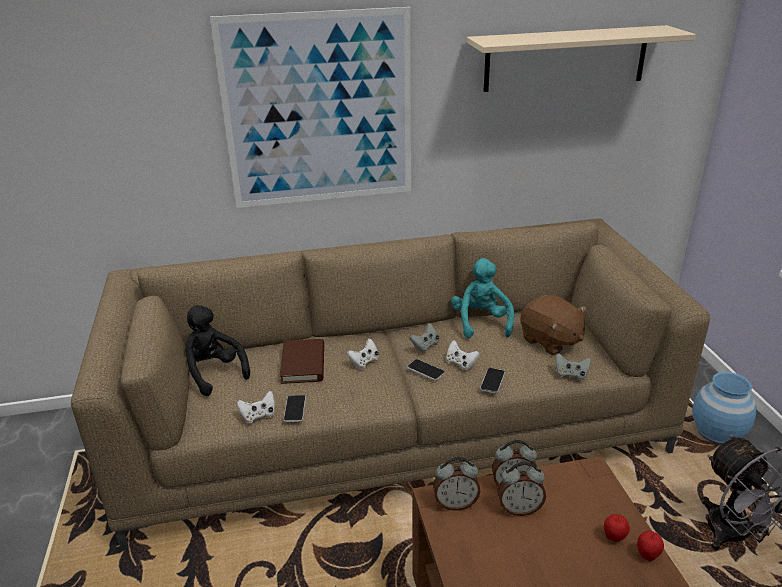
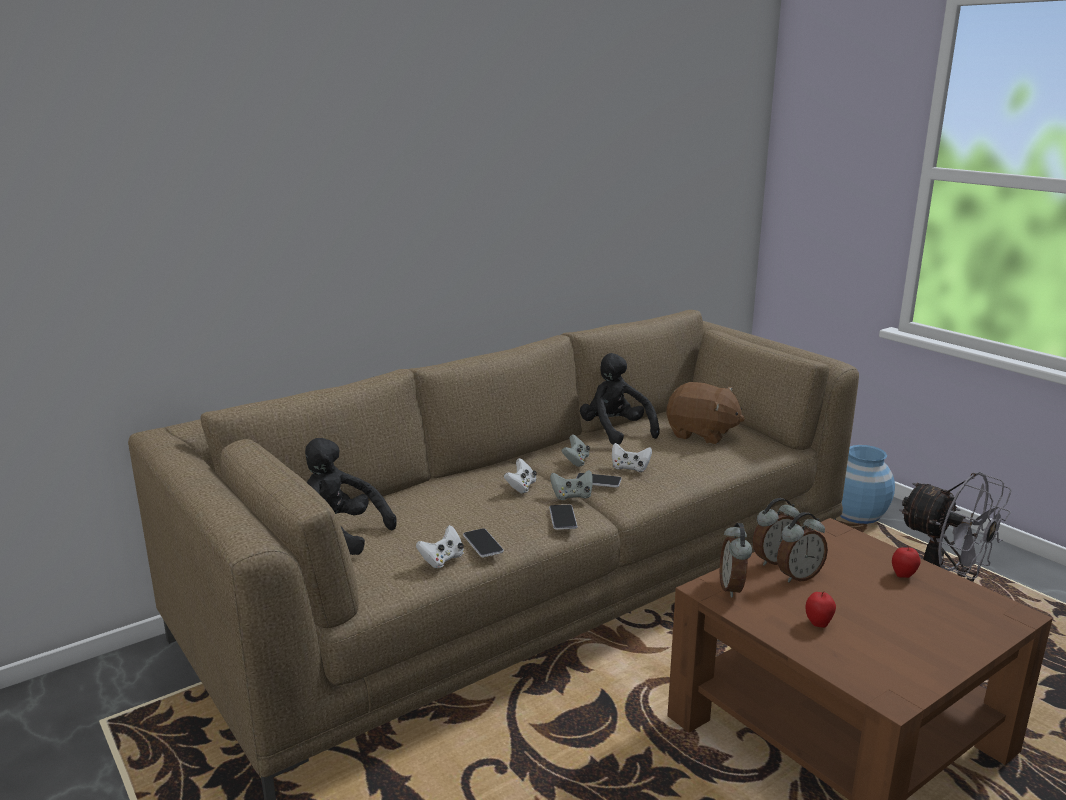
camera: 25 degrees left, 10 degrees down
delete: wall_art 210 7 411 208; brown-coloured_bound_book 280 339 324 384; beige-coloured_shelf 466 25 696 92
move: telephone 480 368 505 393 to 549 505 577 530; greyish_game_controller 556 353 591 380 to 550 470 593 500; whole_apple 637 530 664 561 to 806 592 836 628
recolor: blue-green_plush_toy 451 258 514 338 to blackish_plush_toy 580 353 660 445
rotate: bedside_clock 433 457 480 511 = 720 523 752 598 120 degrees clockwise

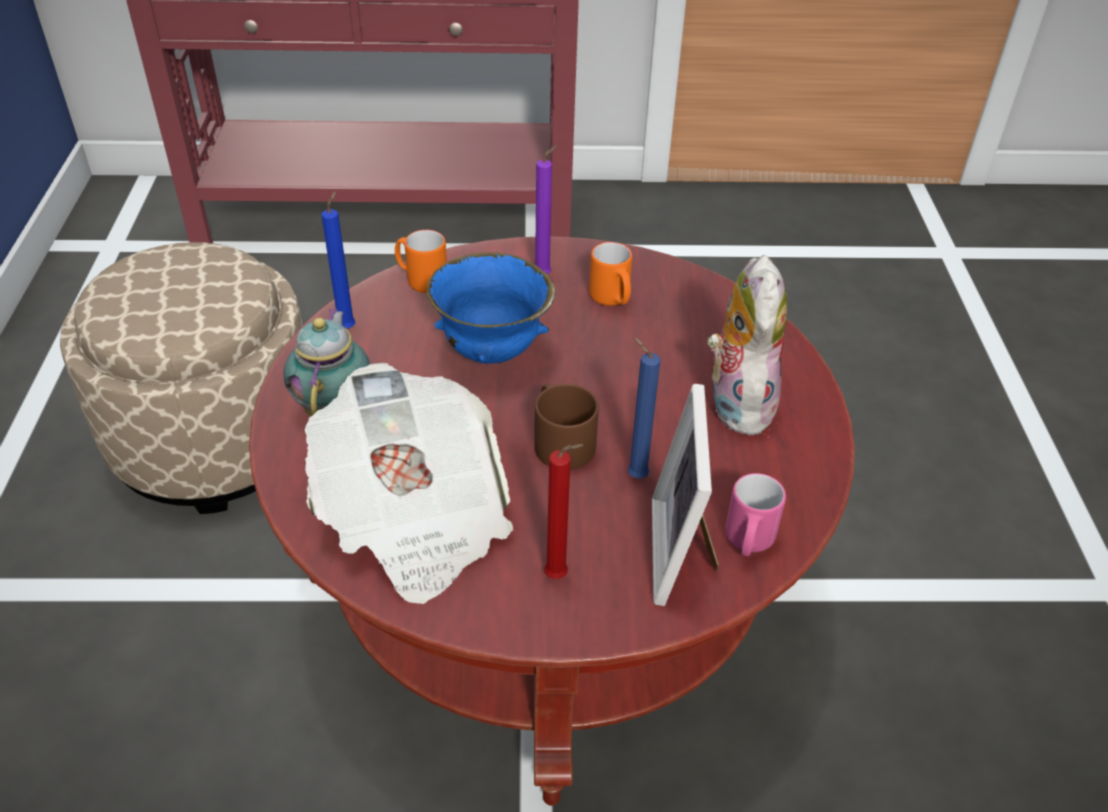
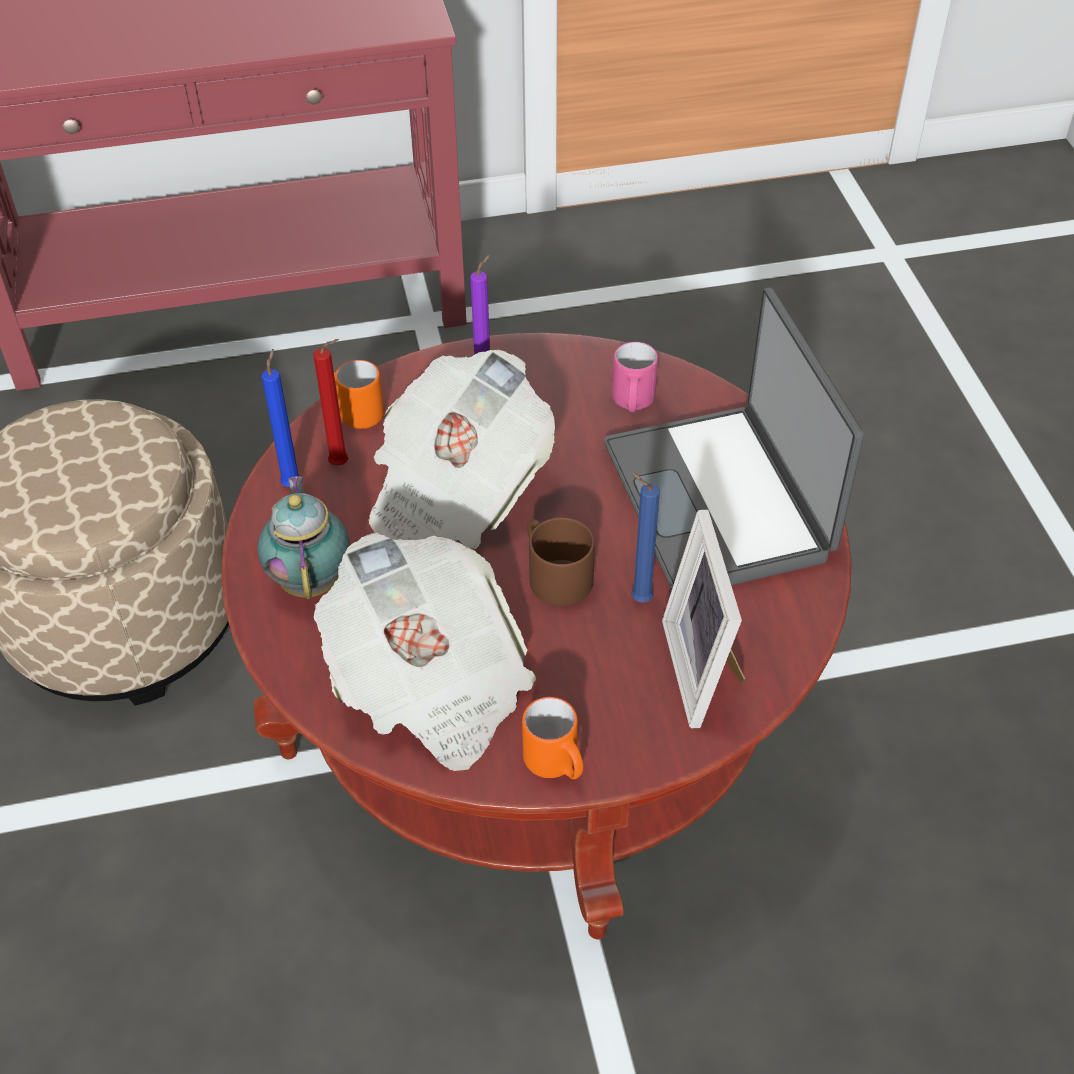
camera: 10 degrees left, 5 degrees up
move: red-coloured_wax_candle 544 444 583 579 to 313 339 348 466; orange_coffee_mug 589 242 632 306 to 522 697 583 779; pink-coloured_coffee_mug 725 473 786 556 to 612 342 658 412
replace: blue-coloured_bowl 426 252 556 364 to daily_paper 368 350 555 549; plush_toy 707 255 787 436 to notebook_computer 604 287 864 590

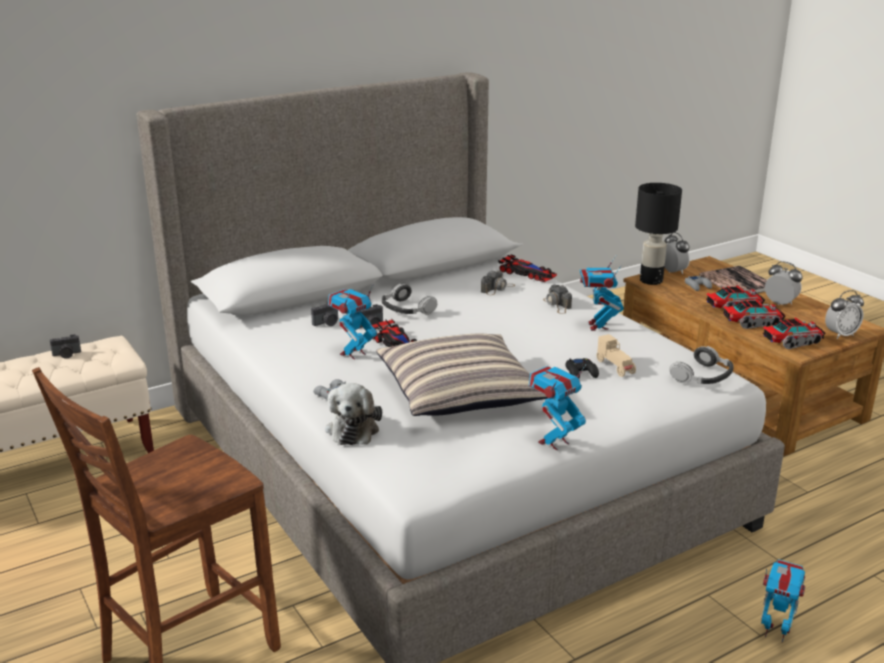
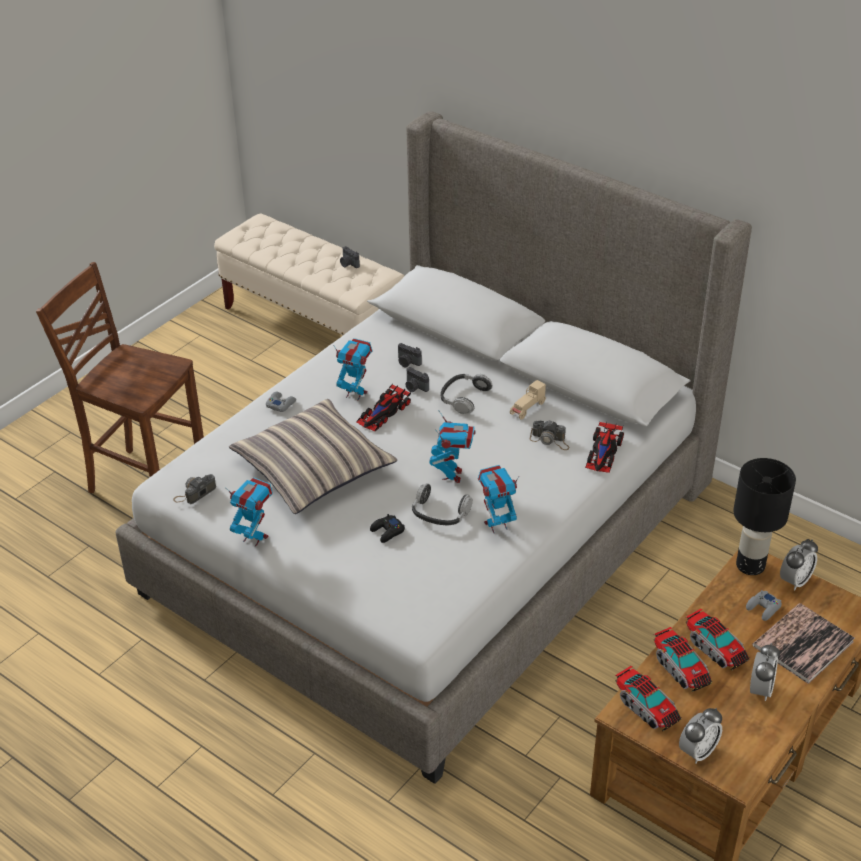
camera: 70 degrees right, 15 degrees up
delete: plush_toy 325 383 382 445
move: photo_camera 543 284 572 314 to 173 474 216 504; beige-coloured_toy_car 597 334 636 377 to 510 380 546 419; headset 669 346 734 384 to 412 483 473 525; model_robot 761 559 805 643 to 429 410 476 483
rotate: bedside_clock 825 290 864 339 = 679 708 722 764 90 degrees counterclockwise

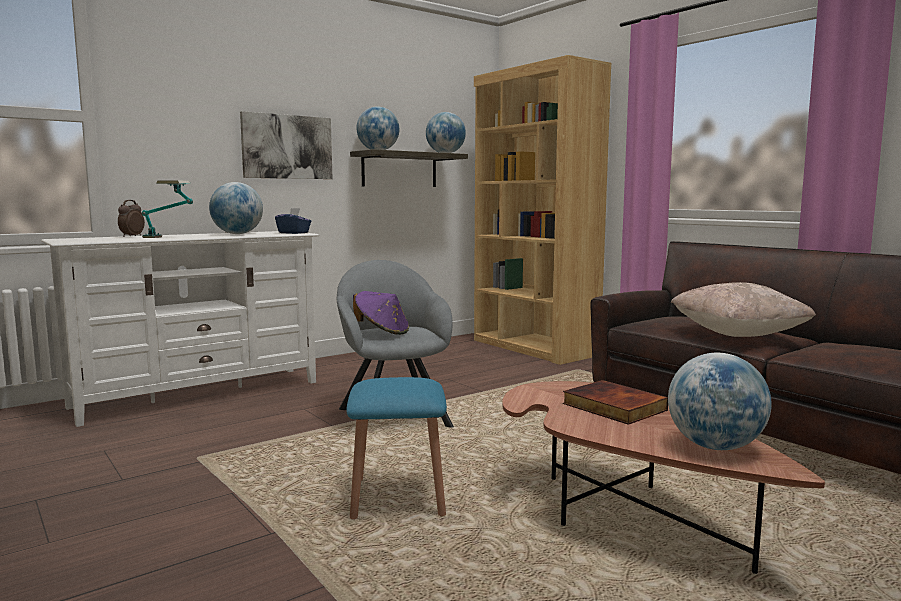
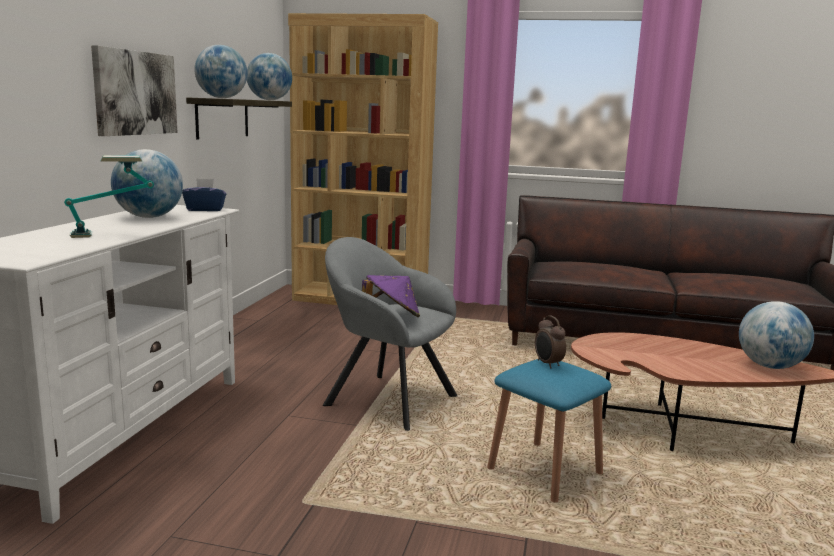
camera: 40 degrees left, 5 degrees up
delete: bound_book 563 380 668 425; beige-coloured_cushion 670 282 816 337
move: bedside_clock 118 200 145 237 to 535 315 566 368

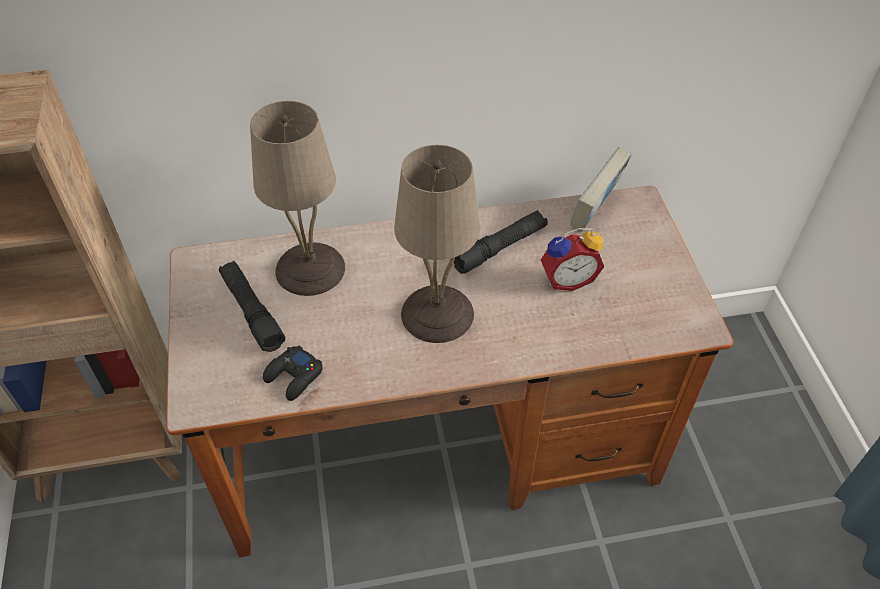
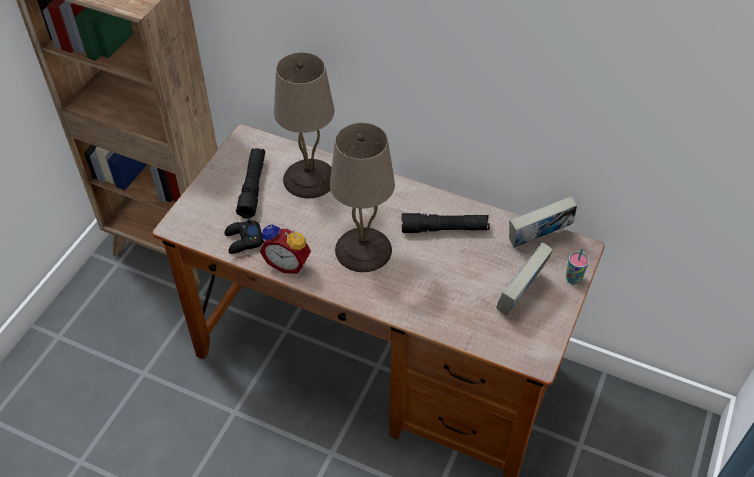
camera: 35 degrees right, 0 degrees up
insert: bound_book 496 242 553 315; cup 566 248 589 285
move: bedside_clock 541 228 604 291 to 259 223 311 274

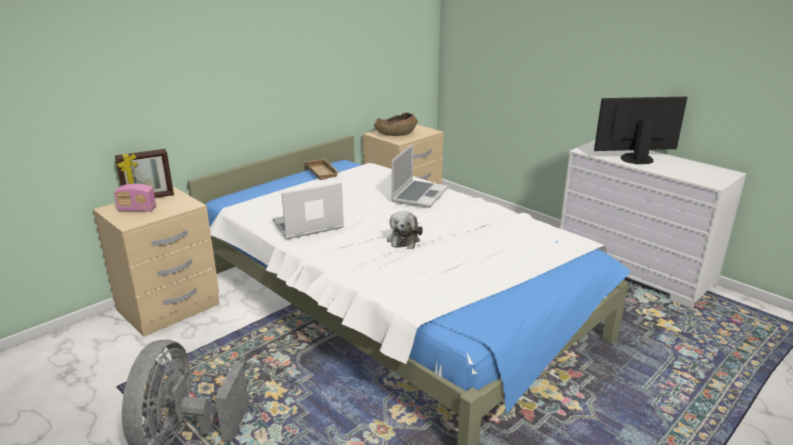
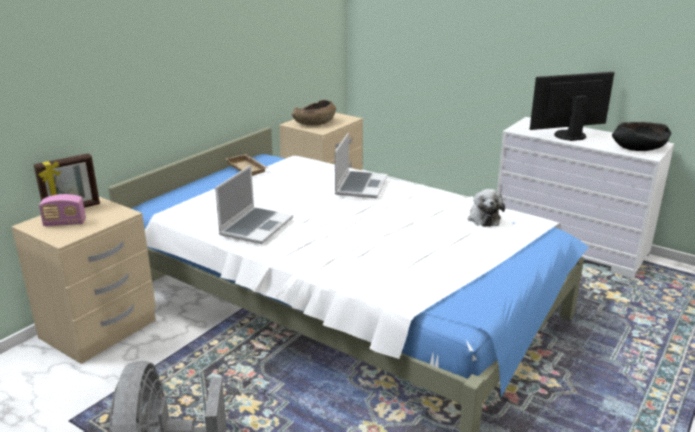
camera: 10 degrees left, 0 degrees up
insert: blackish_bowl 612 122 671 151
move: plush_toy 387 211 423 249 to 468 189 505 227
rotate: notebook_computer 273 182 344 239 = 215 165 293 244 150 degrees clockwise

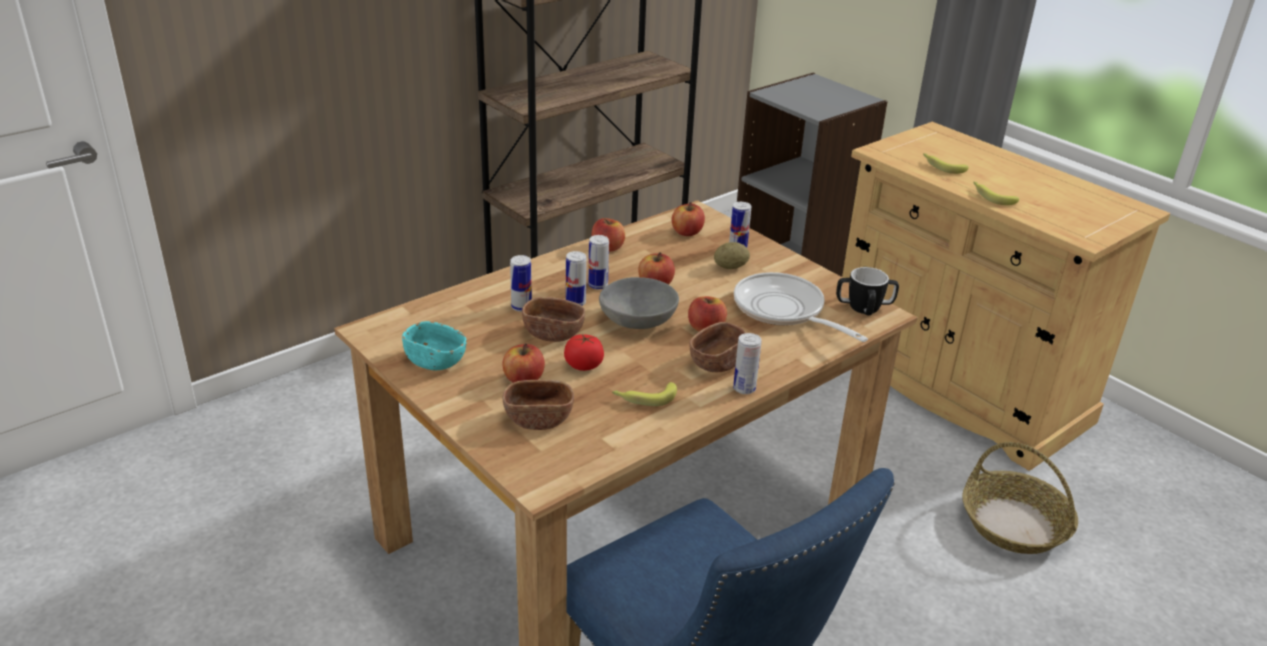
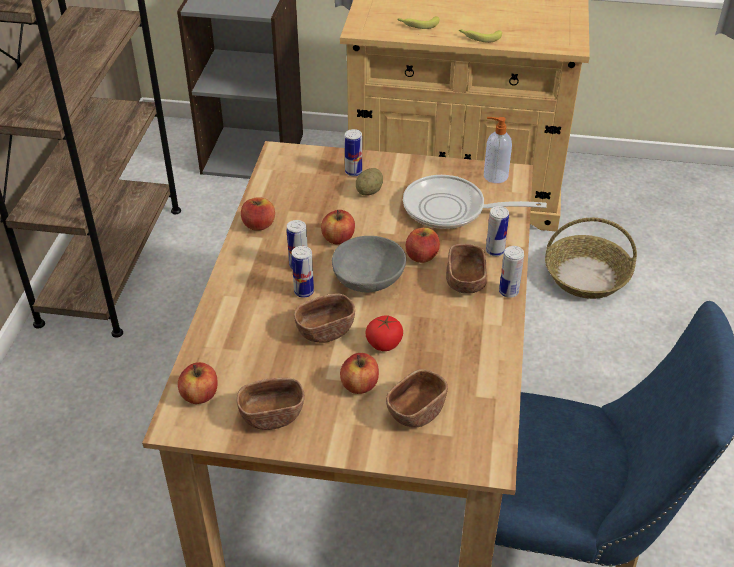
camera: 40 degrees left, 10 degrees up
delete: banana 612 382 677 406
move: can 510 255 532 312 to 486 206 509 256; whole_apple 671 202 705 236 to 178 362 218 404
replace: coffee_mug 836 267 899 316 to liquid_soap_bottle 484 117 512 183
recolor: blue-green_bowl 402 321 467 370 to brown-coloured_bowl 237 377 304 430

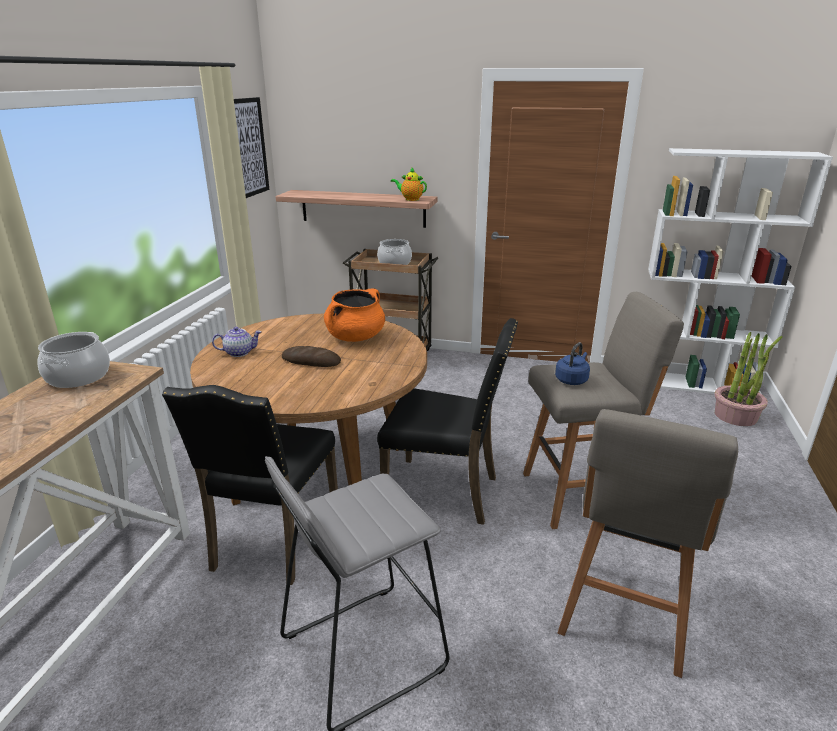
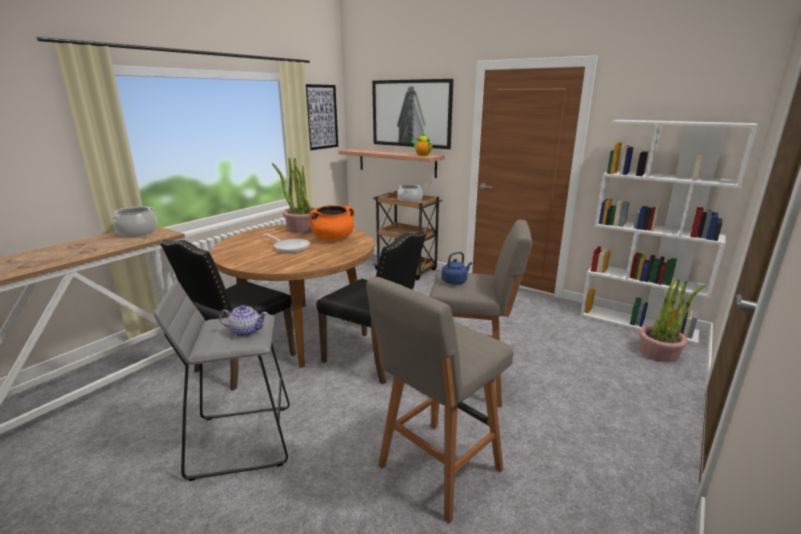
camera: 20 degrees right, 5 degrees down
insert: potted_plant 272 158 316 233; wall_art 372 79 453 149
move: pot_for_tea 212 327 262 357 to 219 305 268 337
replace: bread 282 346 341 367 to skillet 264 233 310 253

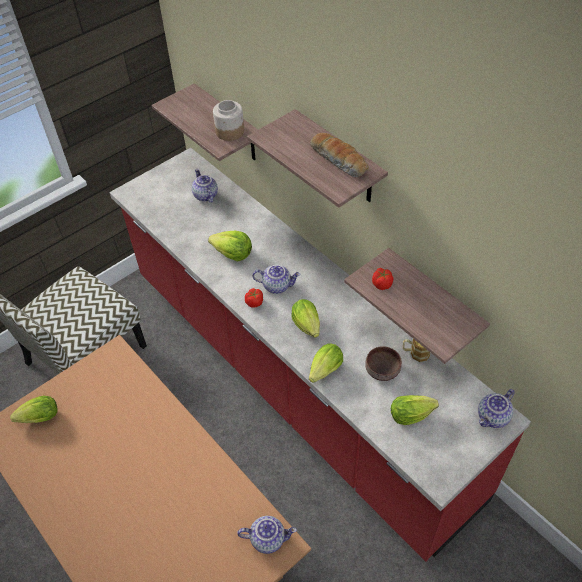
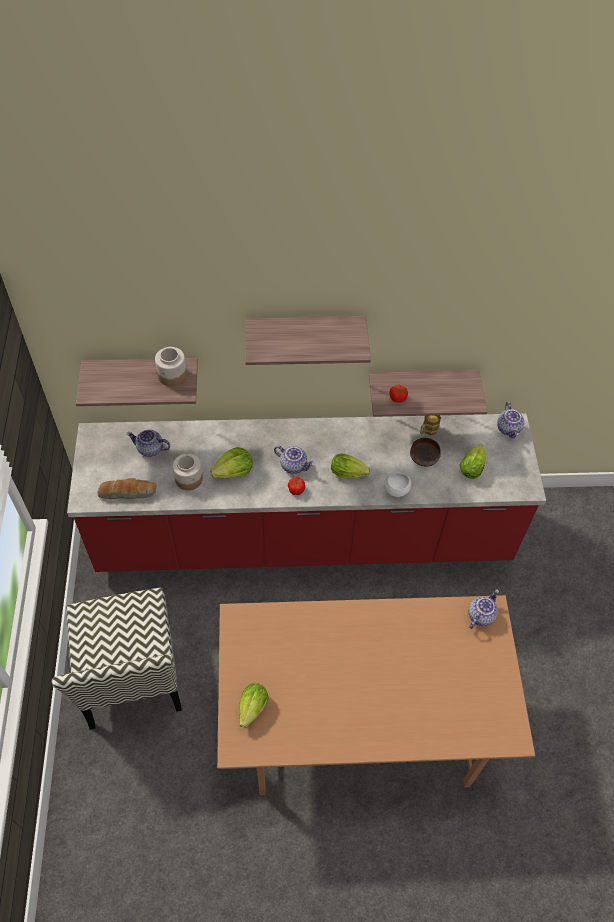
camera: 55 degrees left, 5 degrees up
insert: jar 173 453 203 490
move: bread 310 133 369 178 to 97 478 157 499
replace: lettuce 309 343 343 383 to white_bowl 385 472 411 497
rotate: pot_for_tea 252 265 301 294 = 274 446 314 474 75 degrees clockwise

